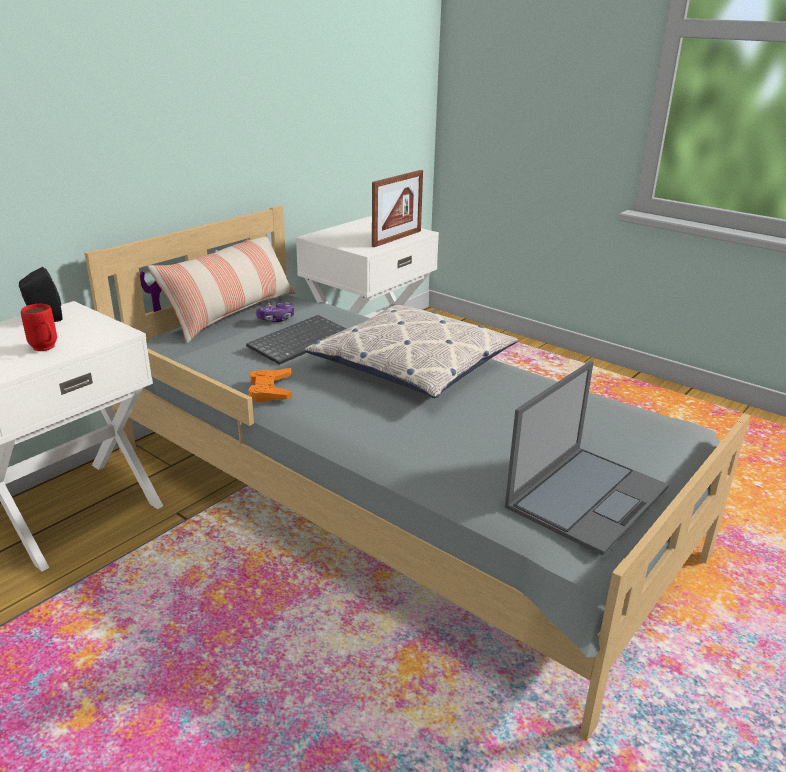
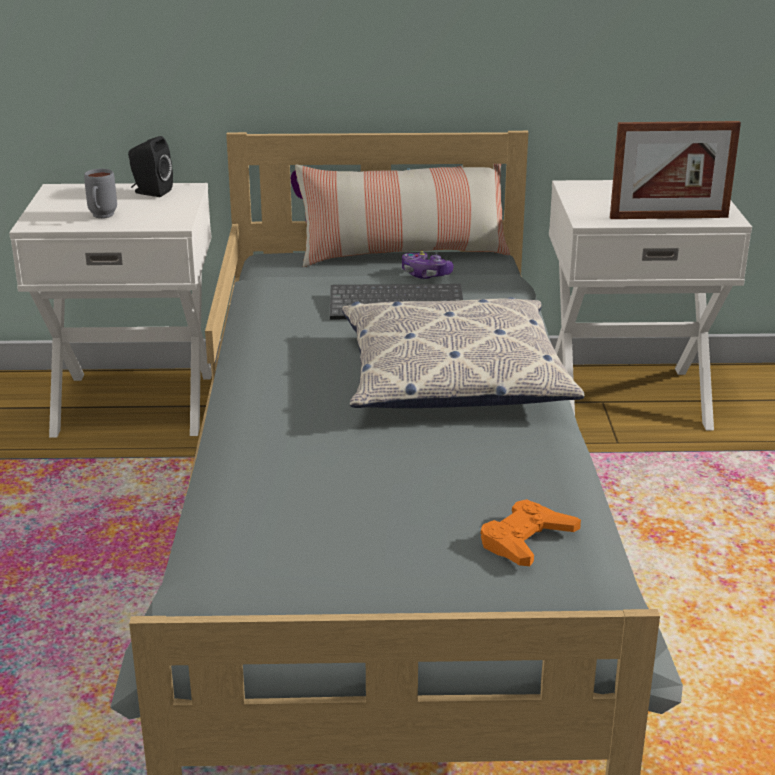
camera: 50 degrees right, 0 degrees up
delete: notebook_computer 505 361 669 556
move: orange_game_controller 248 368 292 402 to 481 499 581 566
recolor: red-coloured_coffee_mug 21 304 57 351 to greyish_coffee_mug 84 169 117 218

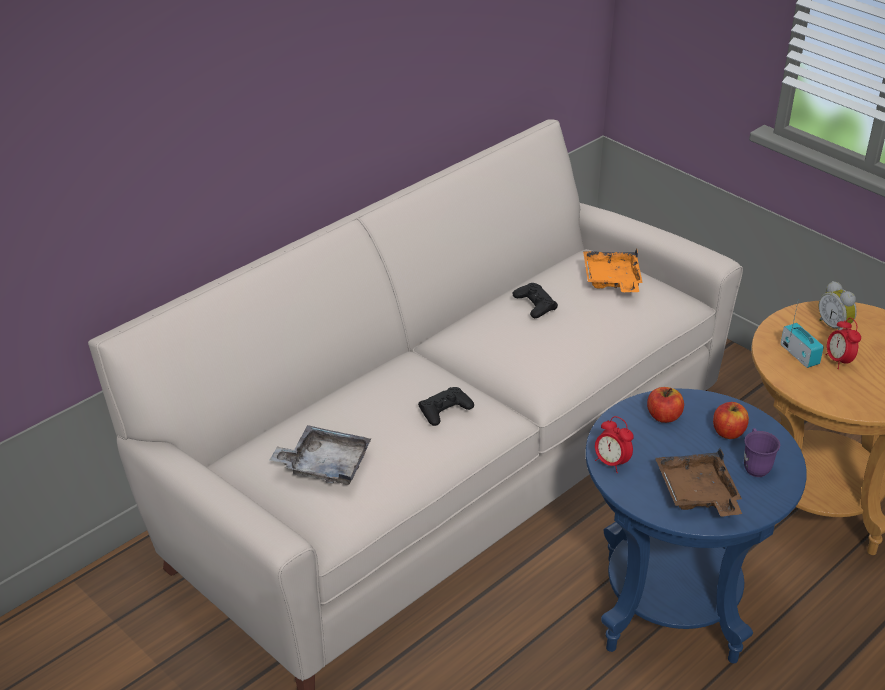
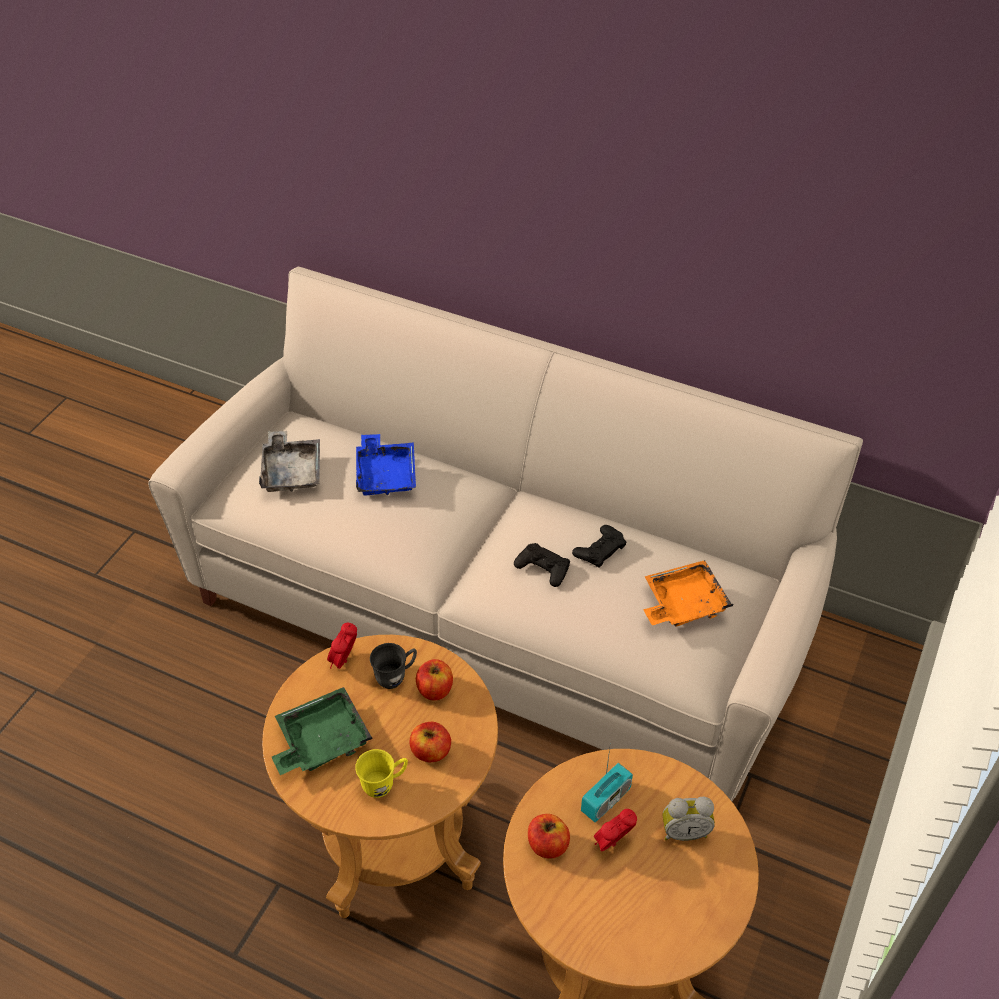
camera: 70 degrees right, 10 degrees up
insert: blue-coloured_carrying_tray 356 434 416 495; greyish_coffee_mug 370 643 417 689; whole_apple 528 814 570 859
move: blackish_game_controller 418 387 474 426 to 514 543 570 587
recolor: blue-coloured_accent_table 586 389 807 663 to brown-coloured_accent_table 262 635 498 918; brown-coloured_carrying_tray 655 448 742 516 to green_carrying_tray 272 687 373 775; purple-coloured_coffee_mug 744 428 780 477 to yellow-coloured_coffee_mug 355 749 408 798
rotate: bedside_clock 819 281 857 330 = 663 797 715 841 135 degrees counterclockwise

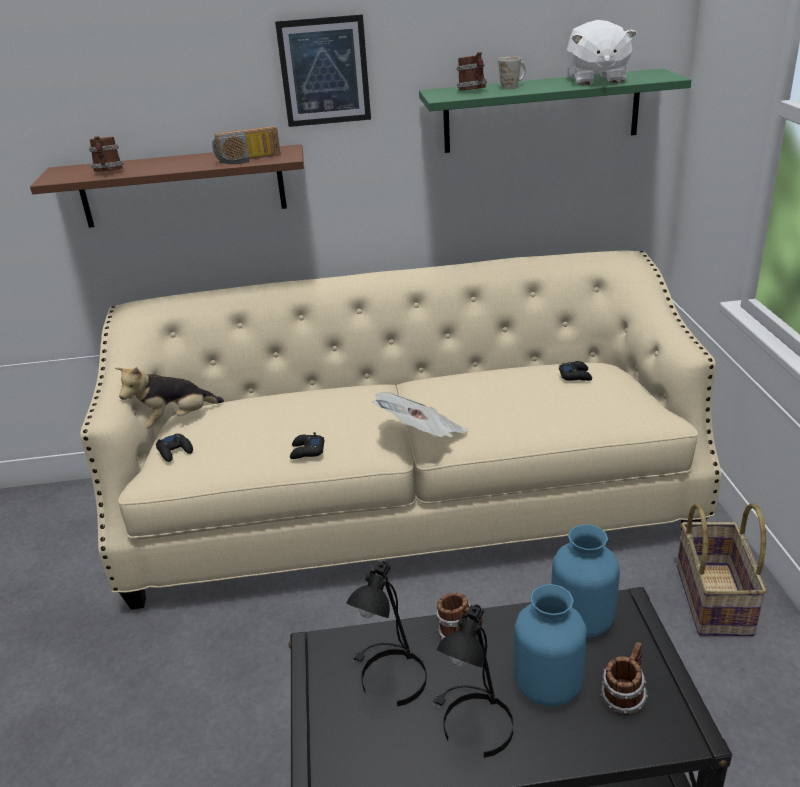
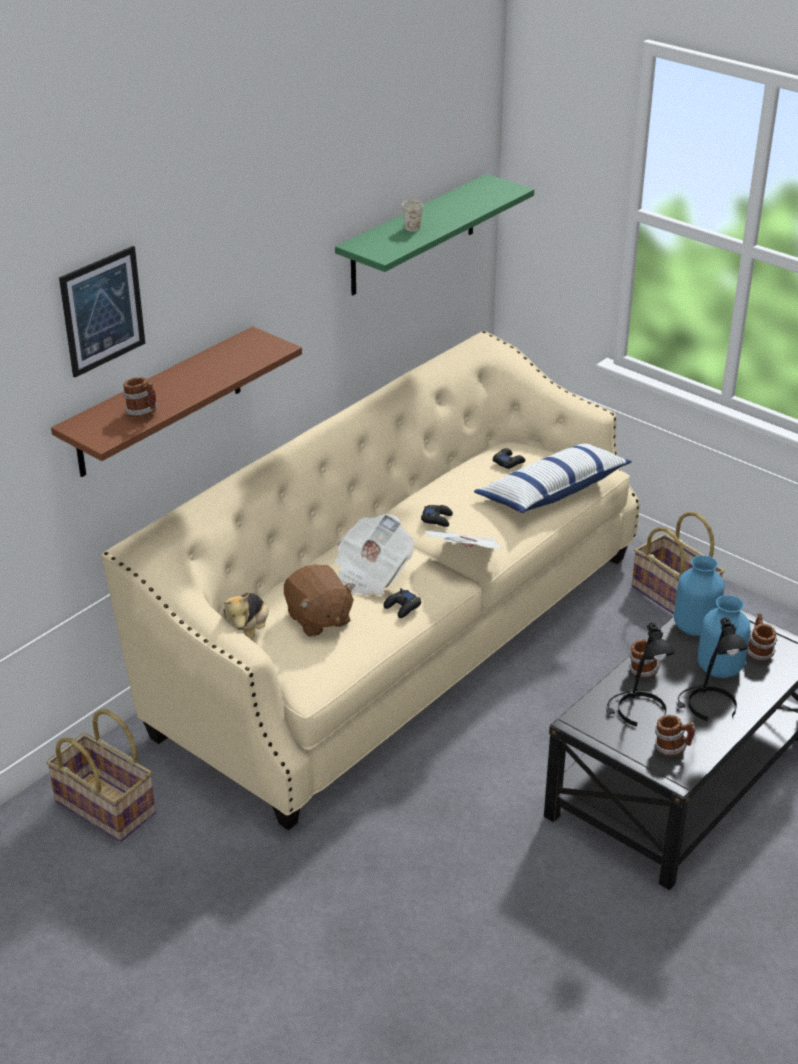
camera: 45 degrees left, 5 degrees up
delete: radio_set 212 126 281 164; white_plush_toy 567 20 637 85
insert: basket 46 709 156 842; brown-coloured_plush_toy 284 565 356 637; daily_paper 334 514 414 596; cushion 474 443 632 513
move: blackish_game_controller 156 434 193 462 to 421 505 453 527; wall_art 275 14 371 127 to 59 246 145 377; coffee_mug 456 52 487 91 to 655 715 695 756

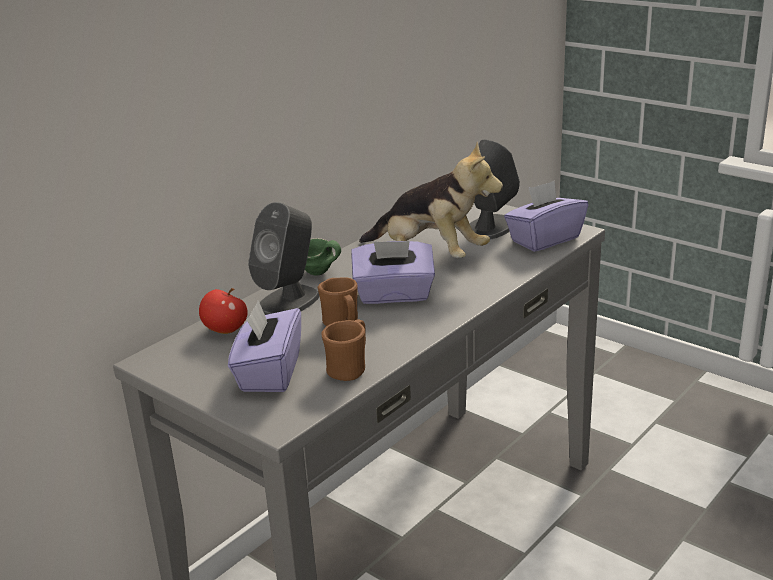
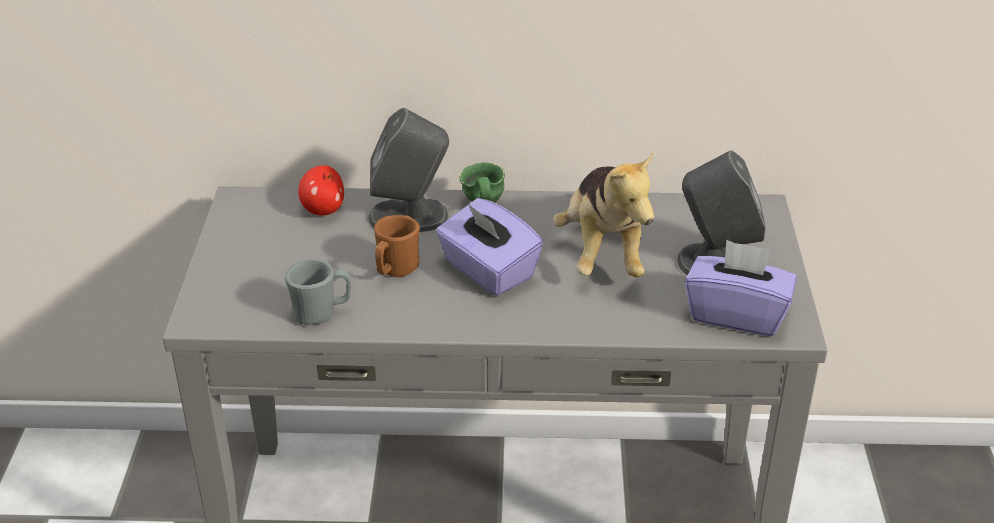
camera: 50 degrees right, 10 degrees up
delete: purple-coloured_tissue_holder 228 300 301 392
recolor: brown-coloured_coffee_mug 321 319 366 381 to greyish_coffee_mug 285 259 351 325

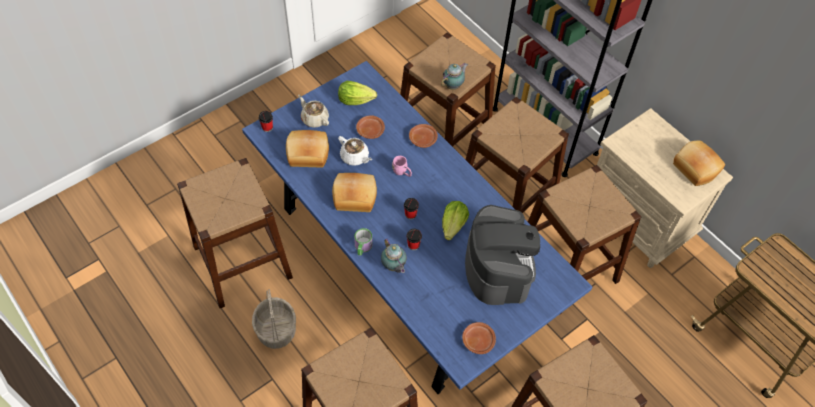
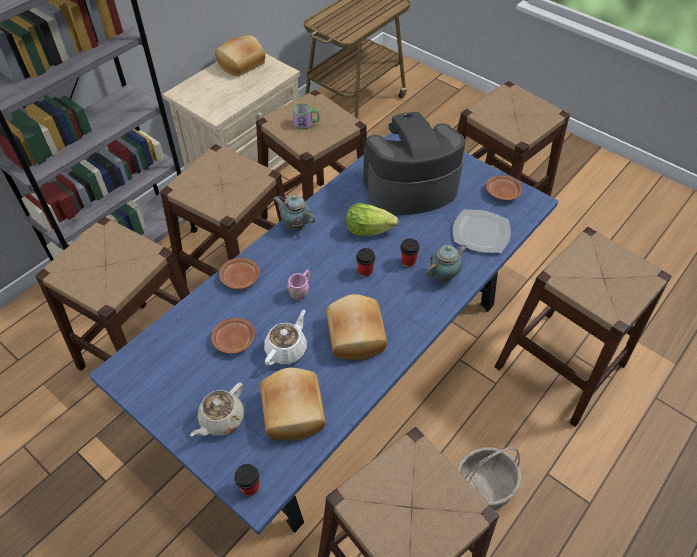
camera: 100 degrees left, 5 degrees down
delete: lettuce 338 81 377 105
insert: plate 453 210 511 253
move: coffee_mug 354 228 373 256 to 293 103 320 130; pot_for_tea 441 63 468 90 to 273 195 315 230

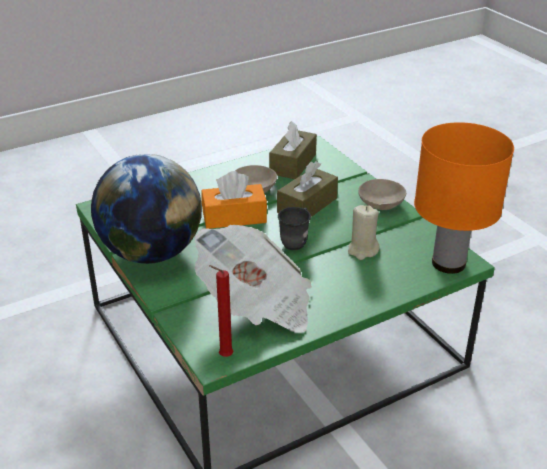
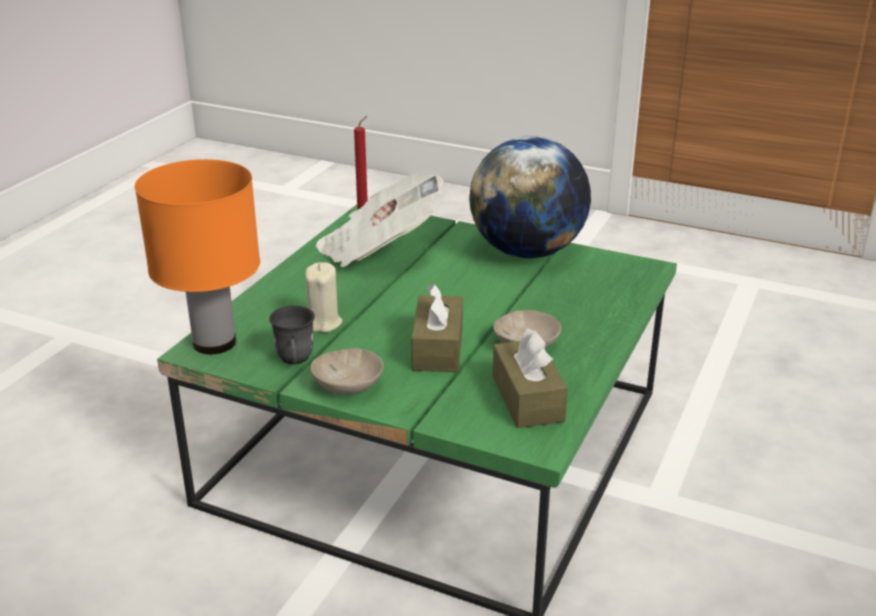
camera: 145 degrees right, 5 degrees down
delete: orange_tissue_holder 201 171 267 229
move: greyish_coffee_mug 278 207 311 250 to 269 306 315 364

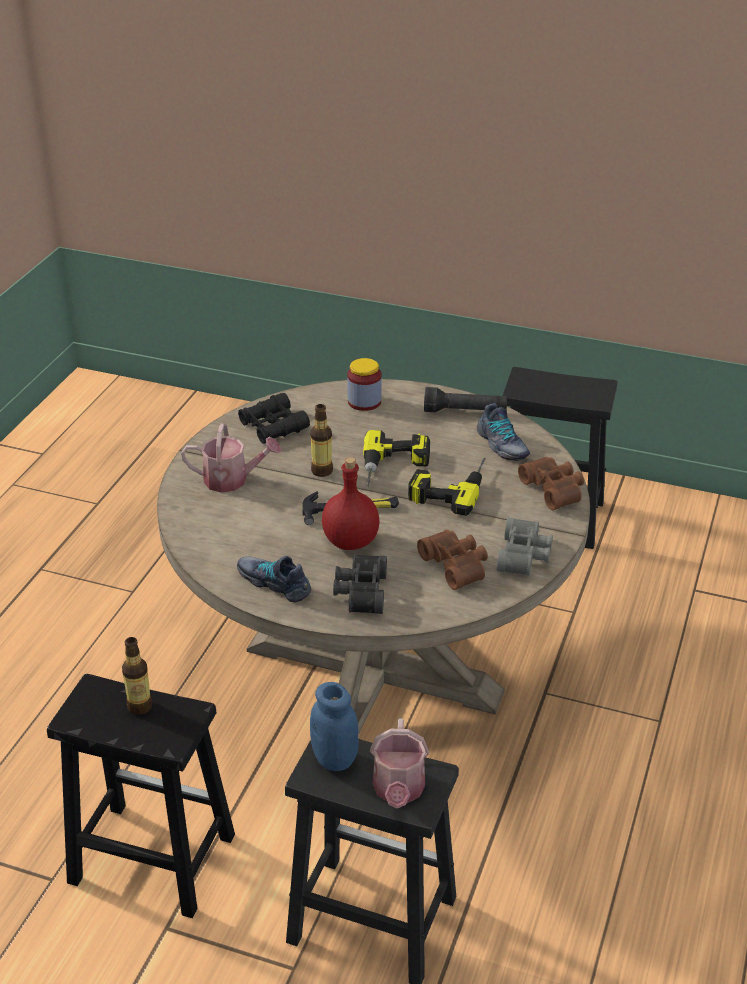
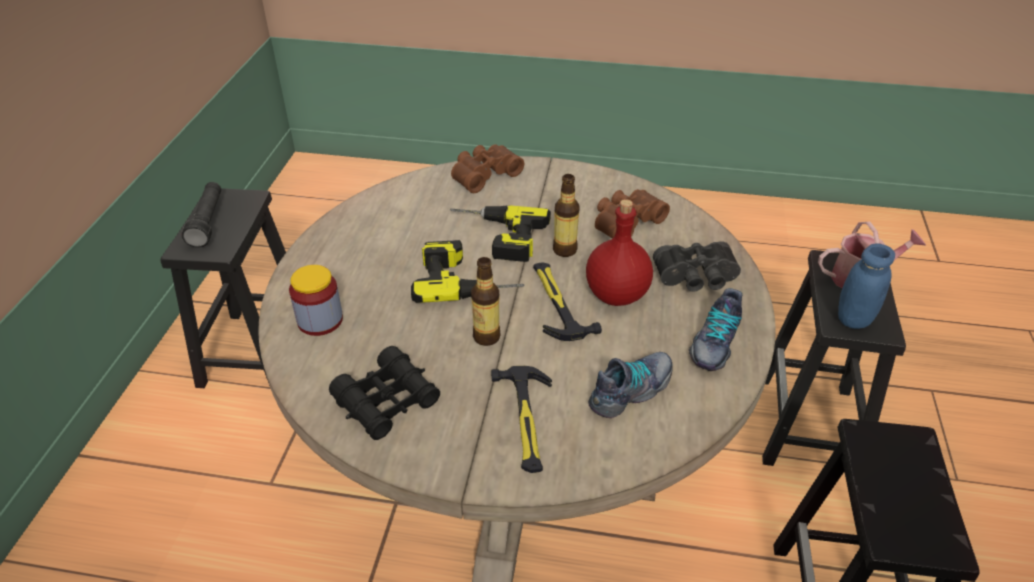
camera: 100 degrees left, 5 degrees up
delete: greyish_binoculars 497 518 553 576
move: drink_bottle 122 637 152 715 to 553 174 580 257; blackish_hand_torch 424 387 507 412 to 181 182 221 248; shoe 477 403 530 461 to 588 352 673 418
replace: watering_pot 181 424 282 493 to tool_hammer 491 366 552 473

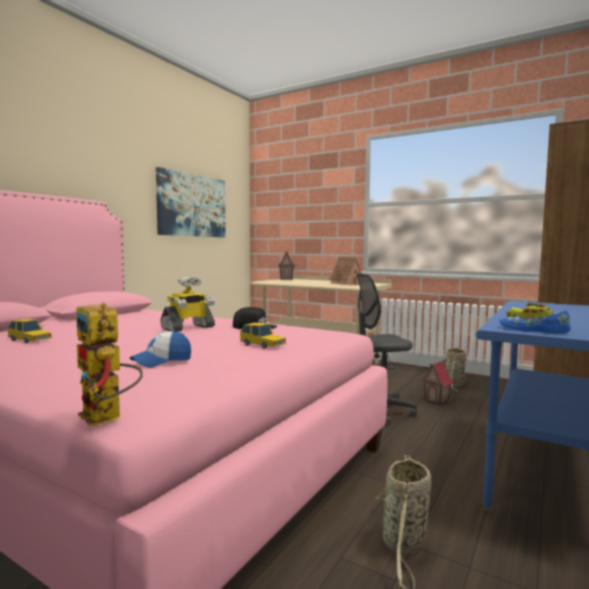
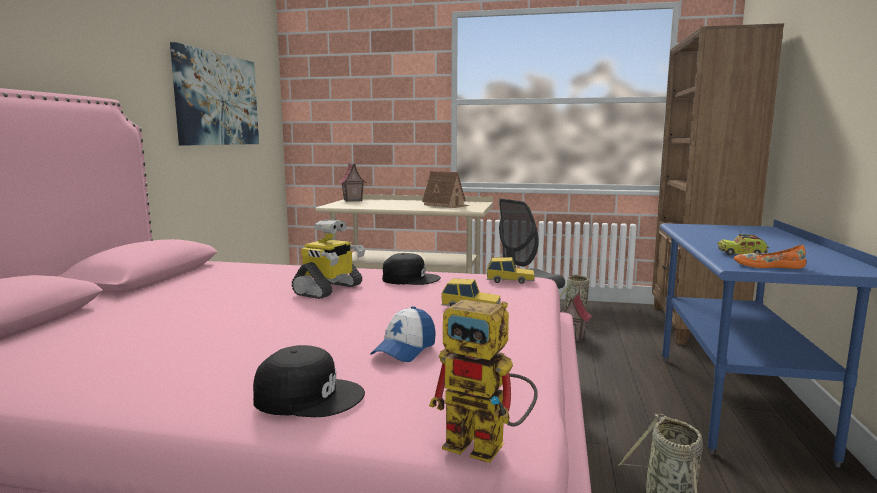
camera: 20 degrees left, 5 degrees up
insert: blackish_baseball_cap 253 345 365 417
move: toy_car 7 319 52 343 to 487 257 534 284
recolor: blue-coloured_shoe 499 310 571 333 to orange_shoe 734 245 806 269

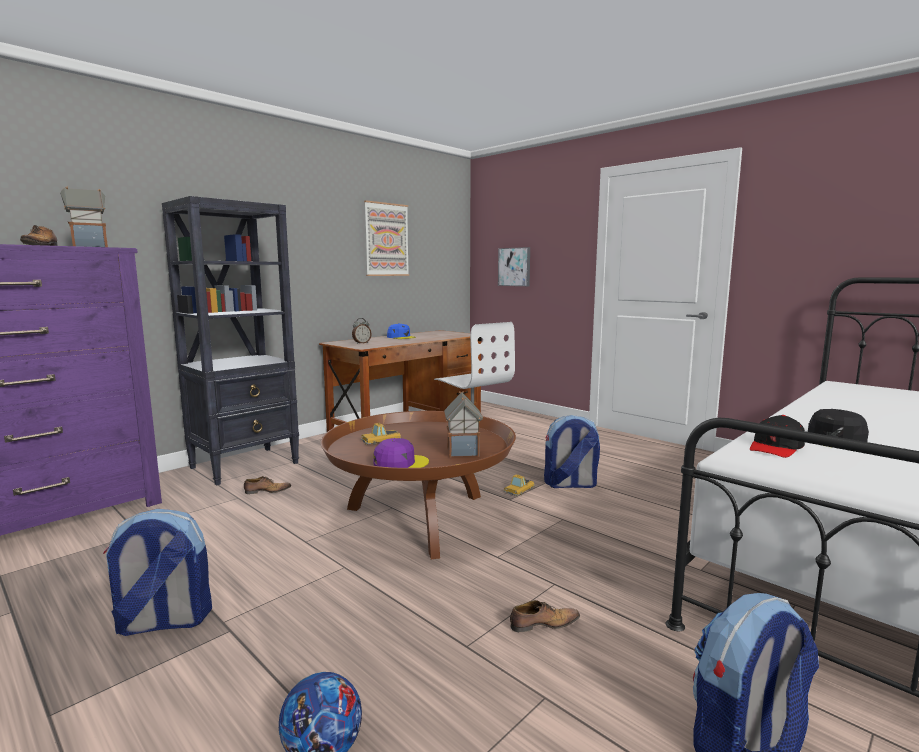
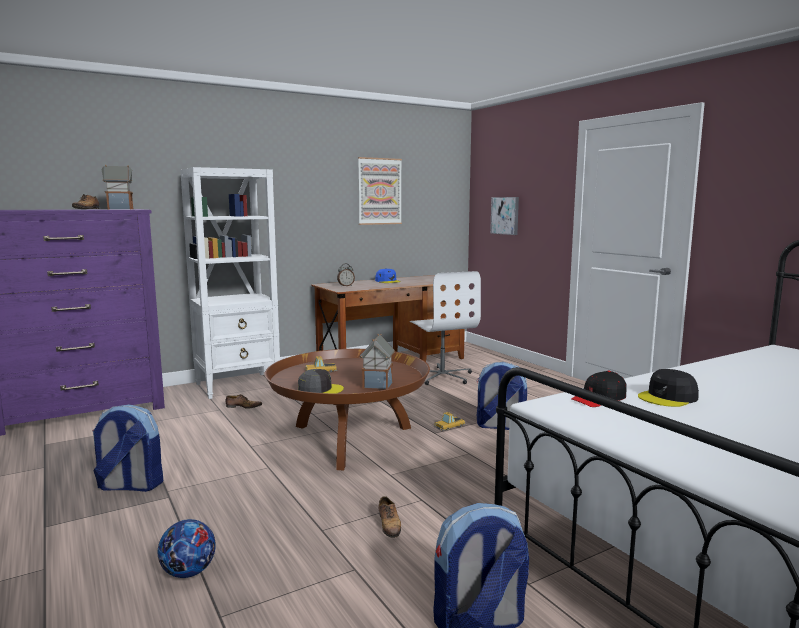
camera: 15 degrees right, 0 degrees up
recolor: blackish_bookshelf 162 196 299 485 to white_bookshelf 180 167 280 399; purple-coloured_baseball_cap 373 438 429 468 to greyish_baseball_cap 298 369 344 394
rotate: shoe 510 600 580 632 = 378 496 401 541 75 degrees clockwise

